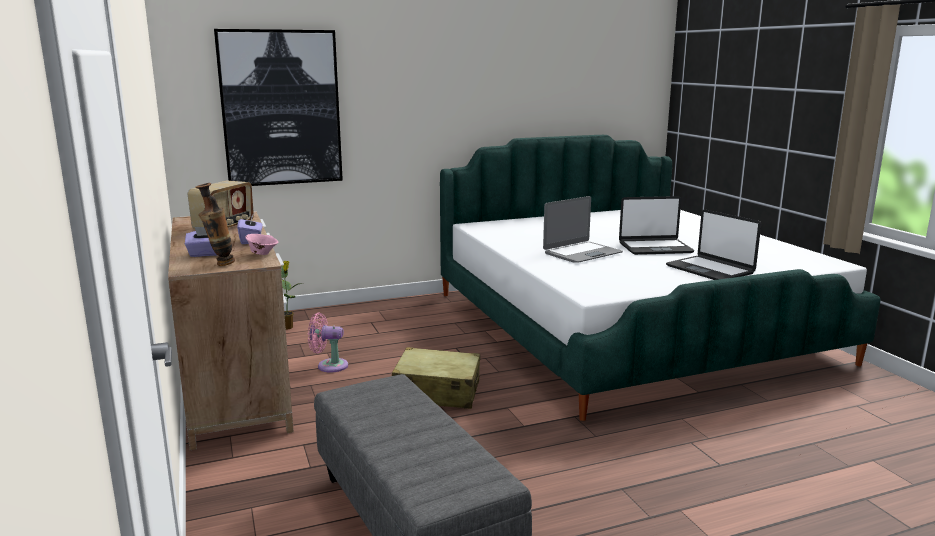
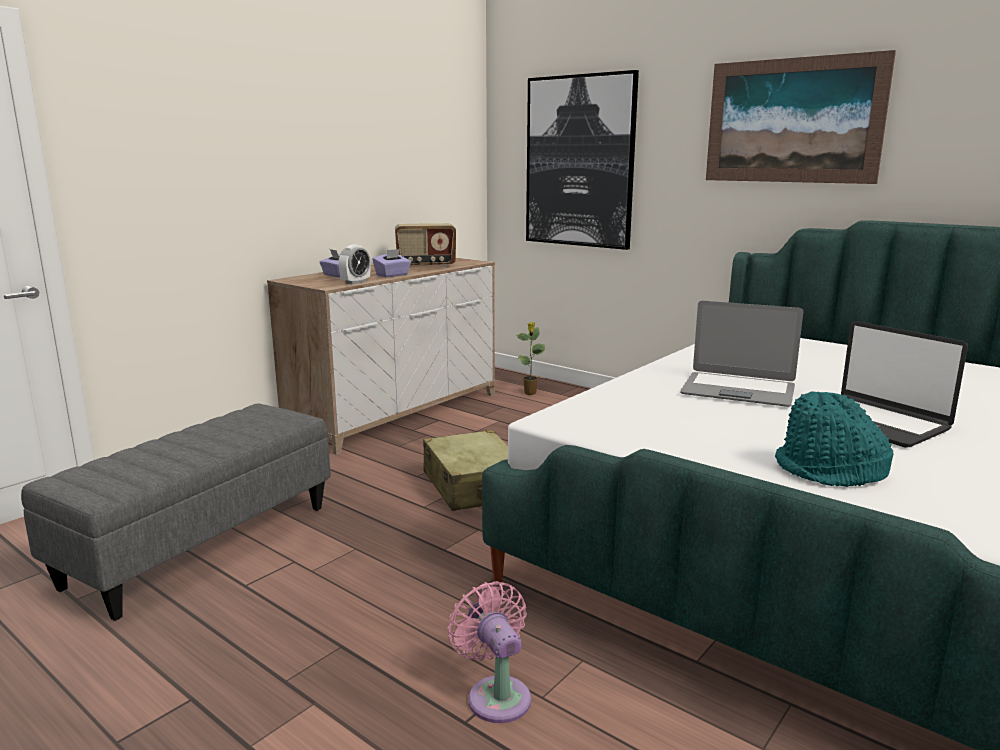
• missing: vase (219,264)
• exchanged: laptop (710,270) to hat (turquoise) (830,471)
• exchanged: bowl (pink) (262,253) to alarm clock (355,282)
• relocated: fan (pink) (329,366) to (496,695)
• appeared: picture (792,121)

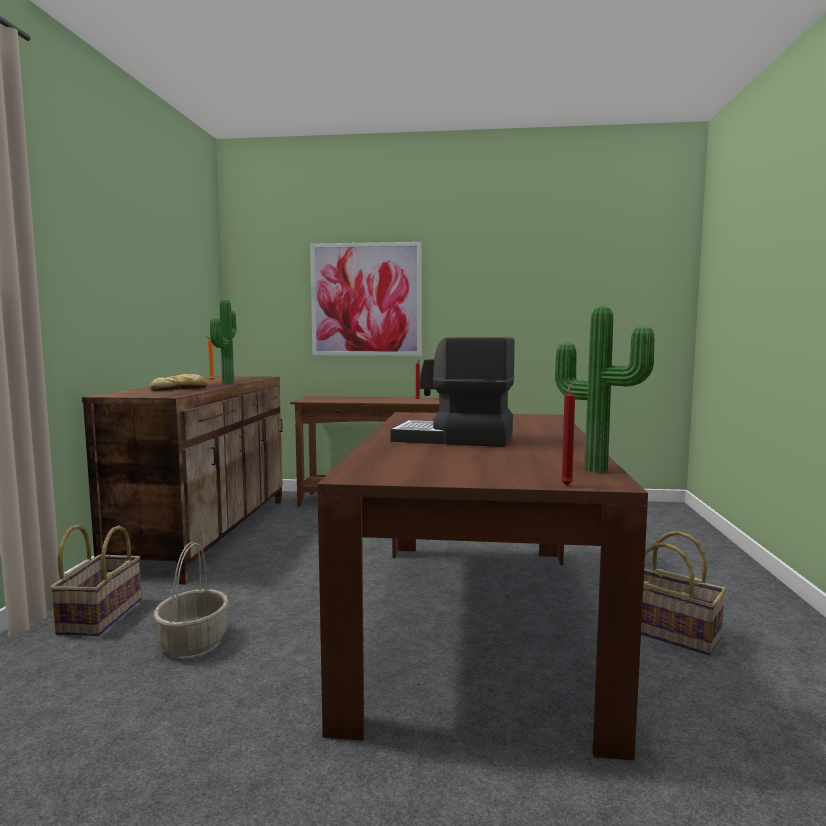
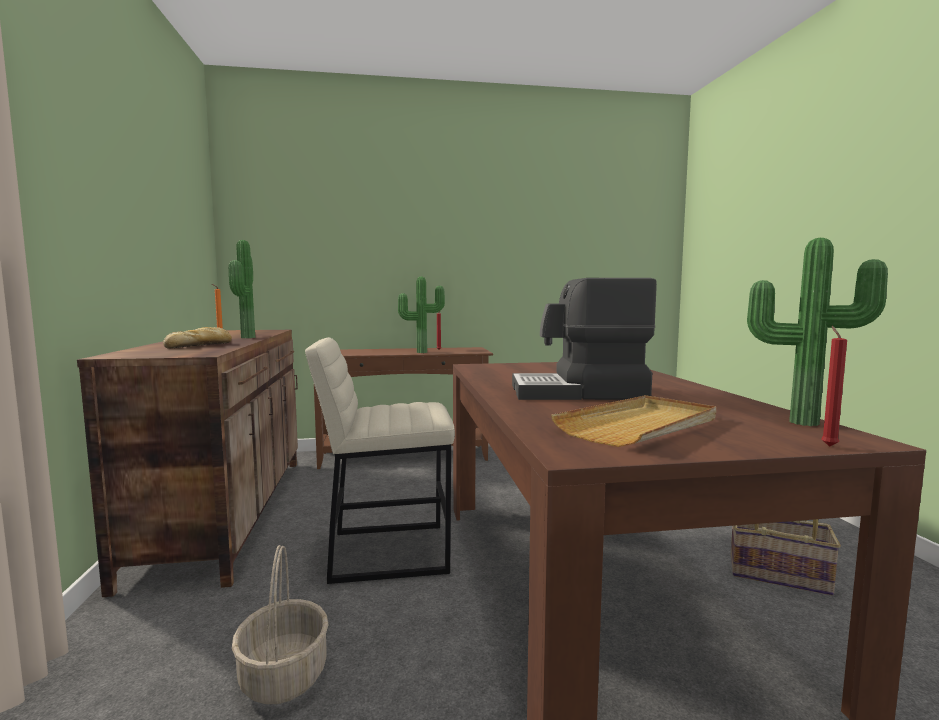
• missing: picture (366,299)
• missing: basket (100,616)
• appeared: potted plant (421,352)
• appeared: chair (beige) (385,552)
• appeared: tray (beige) (640,425)

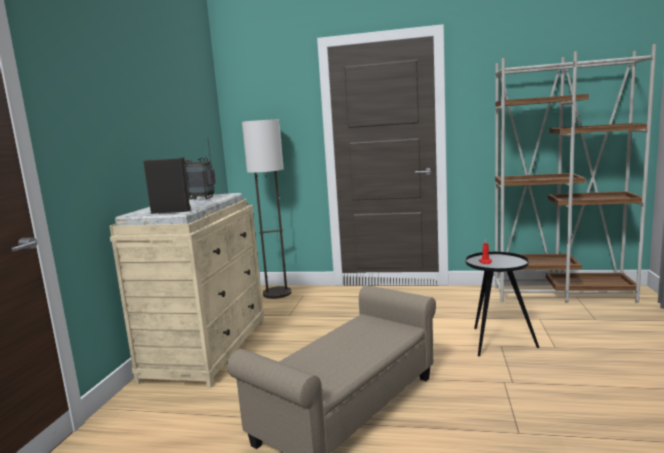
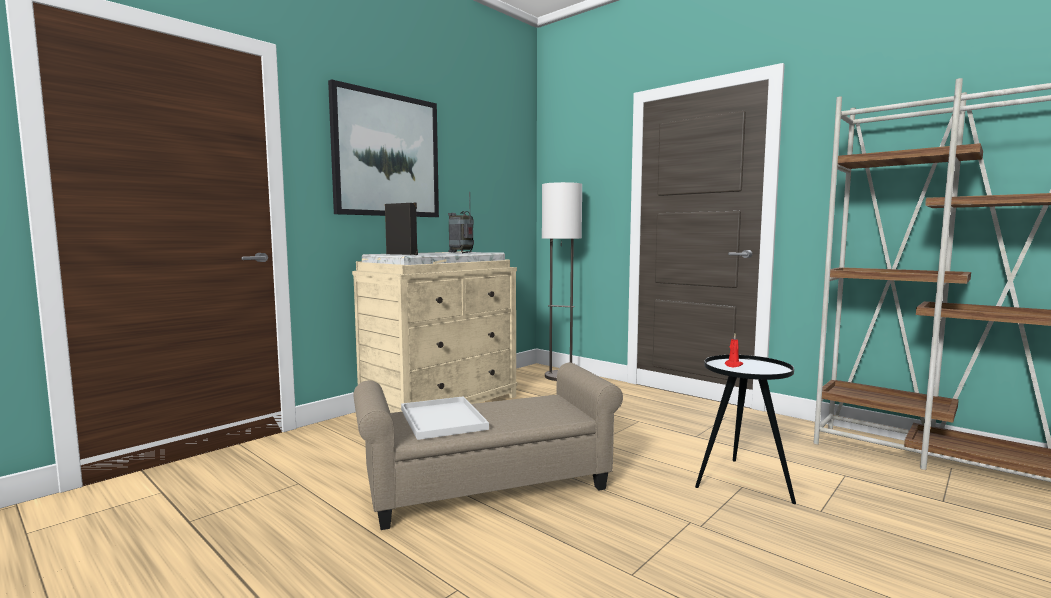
• appeared: picture (386,155)
• appeared: tray (white) (441,418)

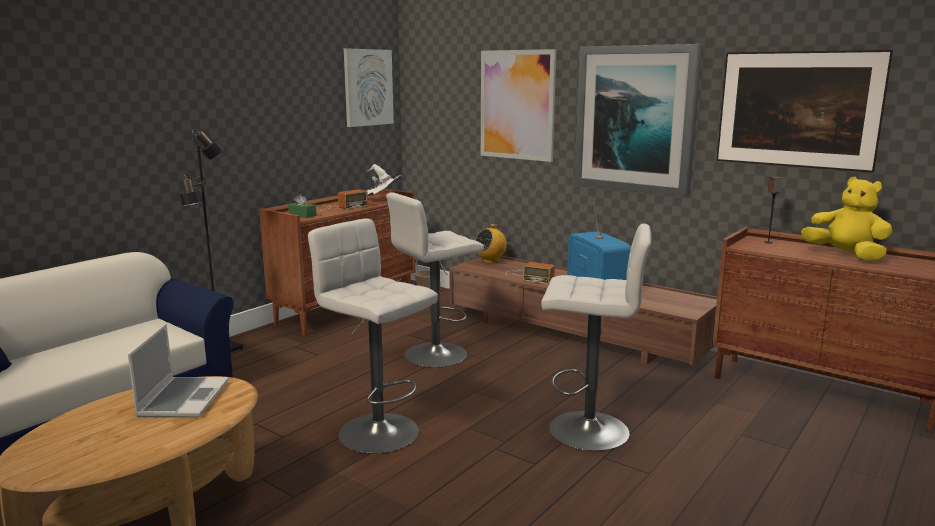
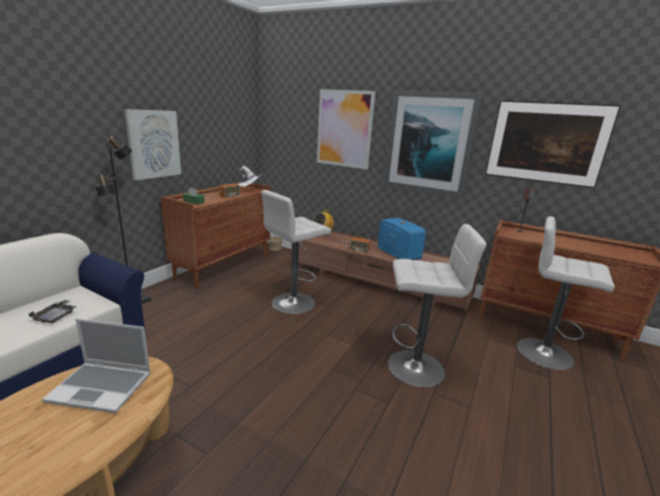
• relocated: picture (368,87) to (153,144)
• missing: plush toy (yellow) (845,255)
• relocated: stool (white) (378,432) to (543,353)
• spun: laptop (183,399) = (102,387) 105 degrees clockwise
• appeared: tray (grey) (56,316)

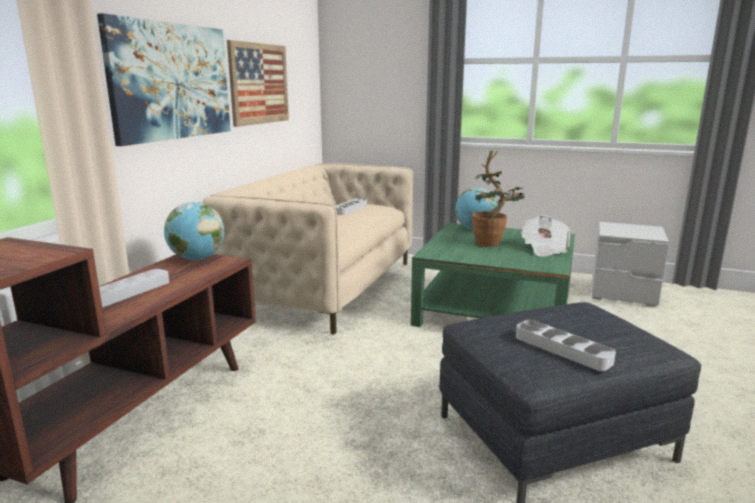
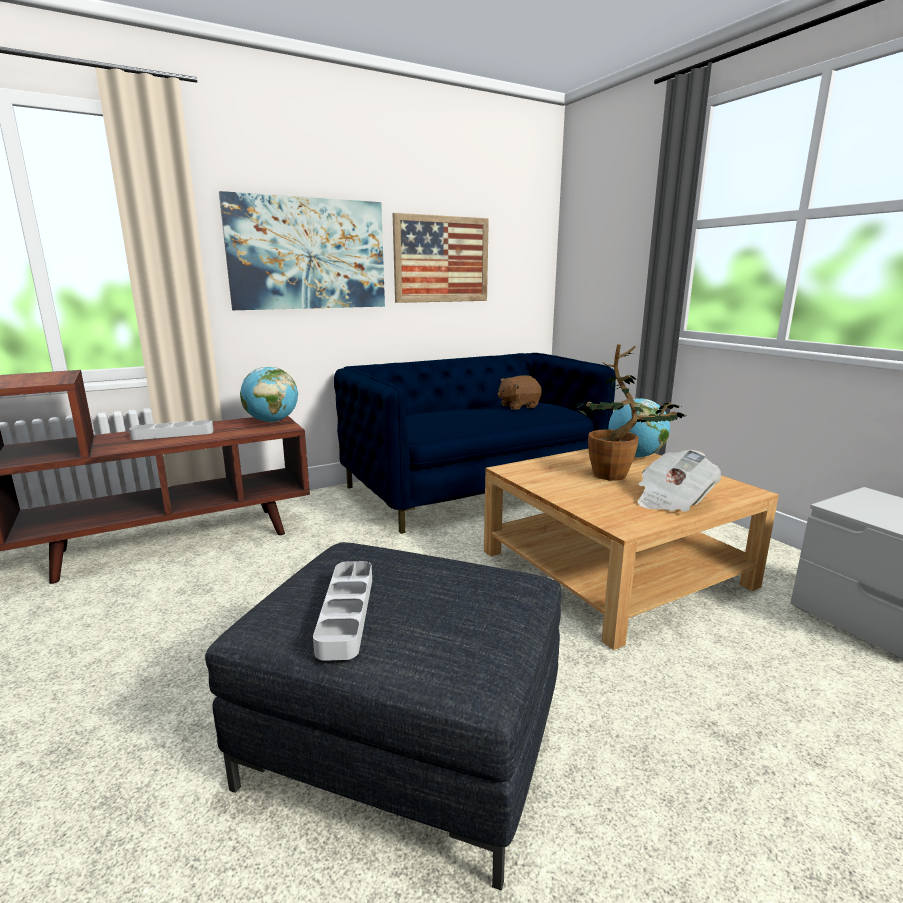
• colour: sofa (beige) (325,285) to sofa (blue) (474,486)
• exchanged: tray (grey) (350,209) to plush toy (brown) (518,406)
• colour: coffee table (green) (494,309) to coffee table (beige) (613,568)

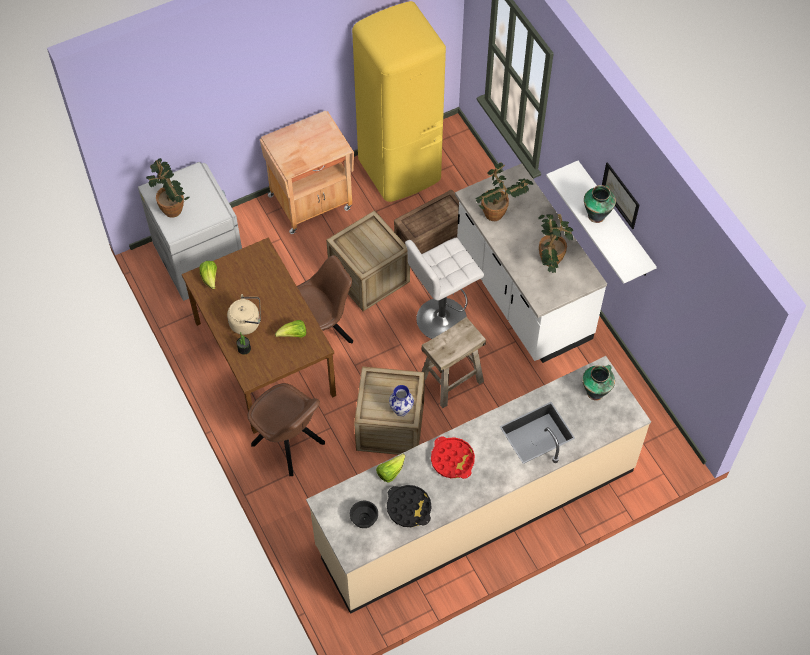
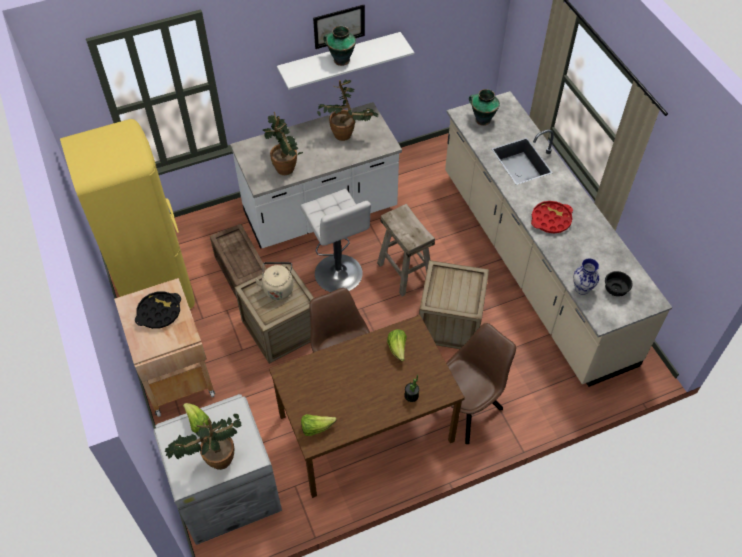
• relocated: kettle (beige) (247,323) to (278,288)
• relocated: vase (401,409) to (581,288)
• relocated: lettuce (390,472) to (198,423)
• relocated: tray (black) (409,508) to (159,312)

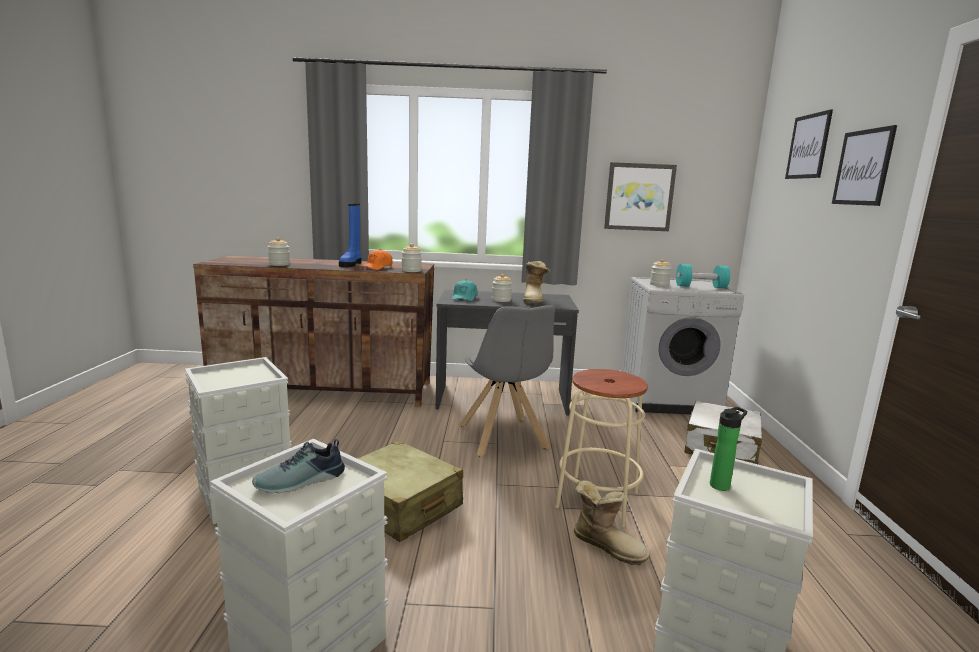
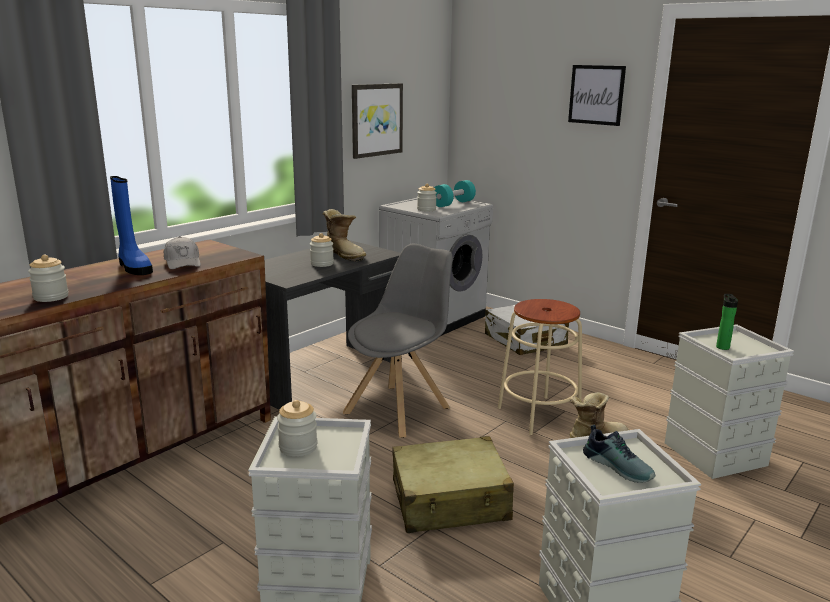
• missing: picture (808,146)
• relocated: jar (411,270) to (298,447)
• colour: cap (orange) (377,267) to cap (white) (183,262)
• missing: cap (turquoise) (464,298)
• spun: chair (grey) (504,438) = (400,408) 75 degrees counterclockwise
• spun: shoe (301,482) = (619,466) 45 degrees counterclockwise

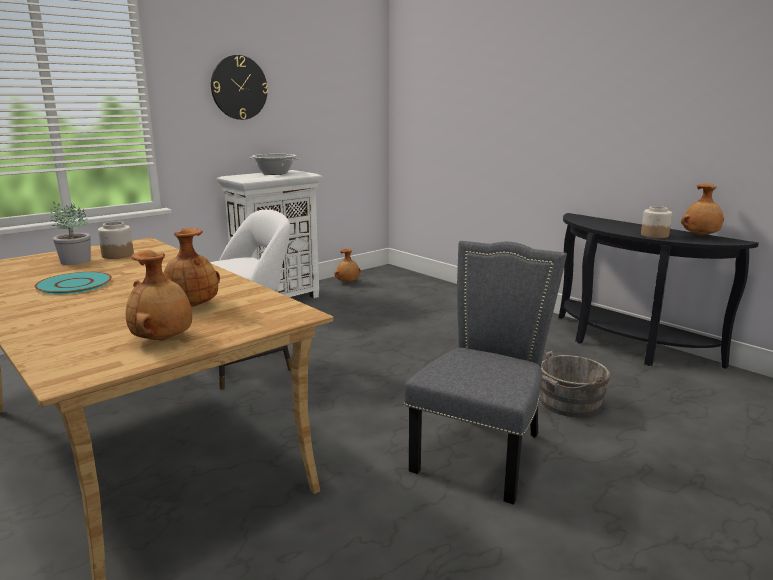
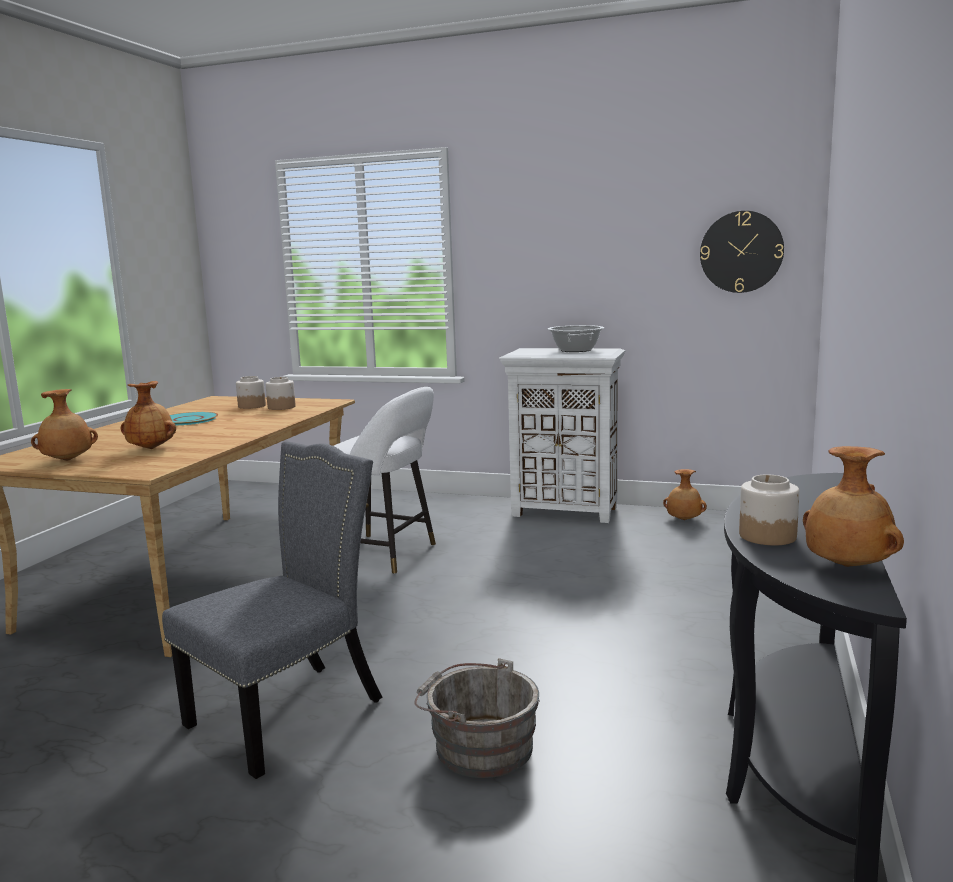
• relocated: wall clock (239,87) to (741,252)
• exchanged: potted plant (75,261) to jar (251,406)
• spun: chair (grey) (480,455) = (284,717) 45 degrees counterclockwise

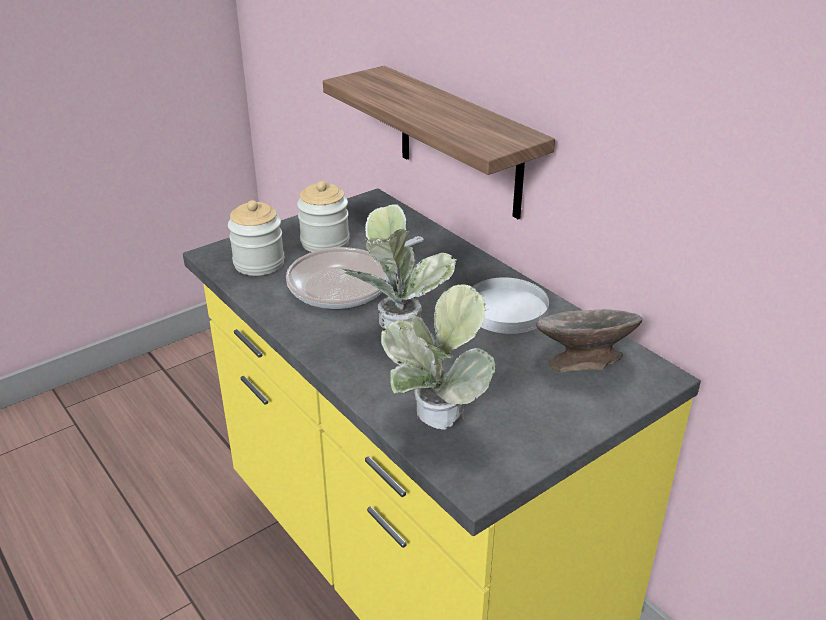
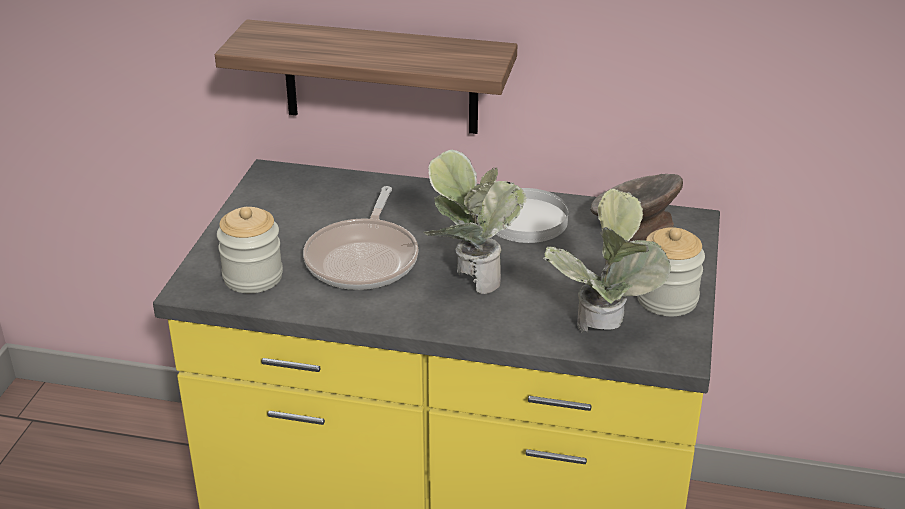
• relocated: jar (325,242) to (667,299)

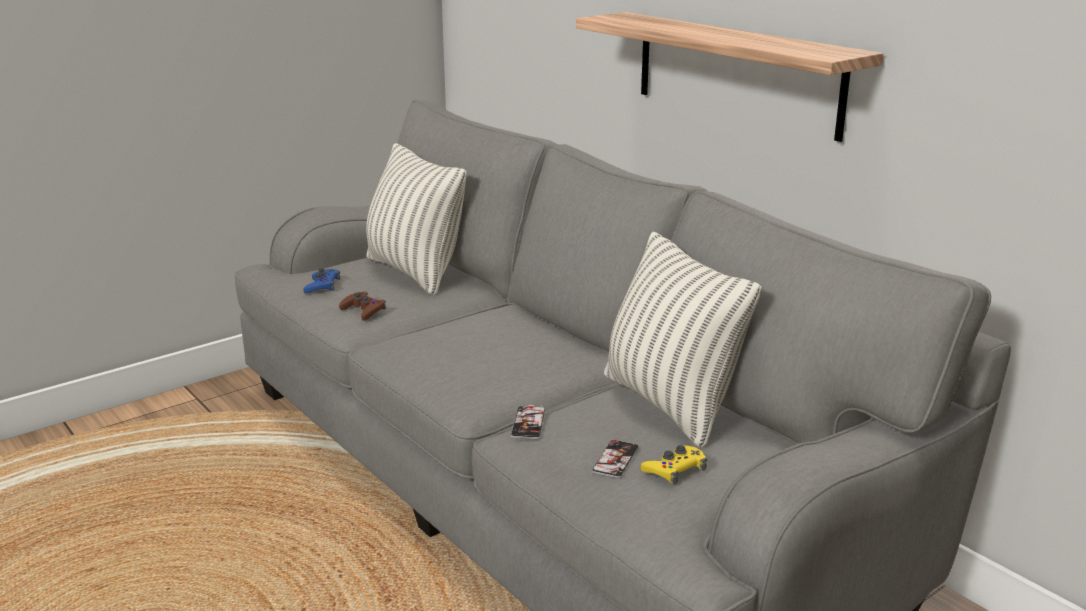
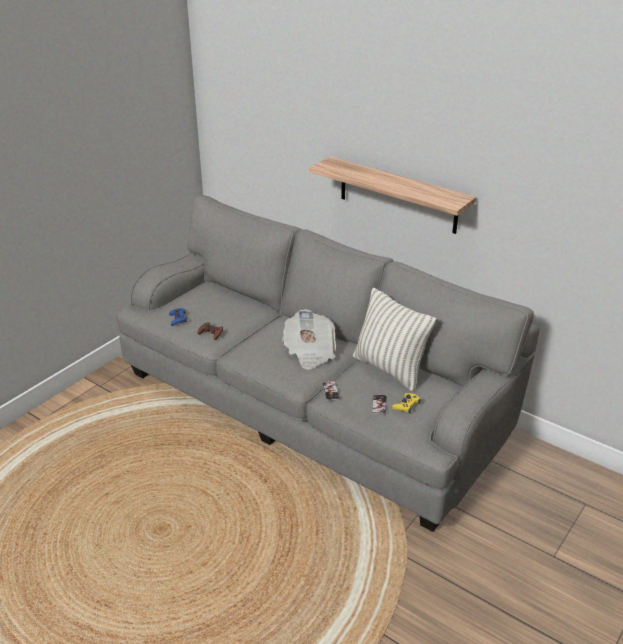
• missing: pillow (414,272)
• appeared: newspaper (309,352)

